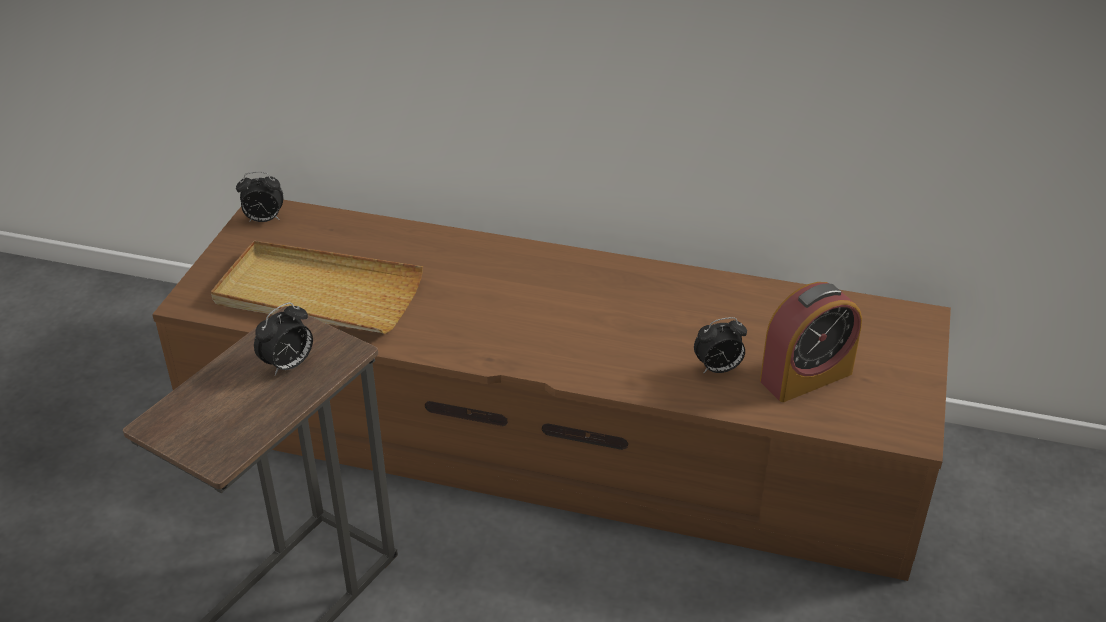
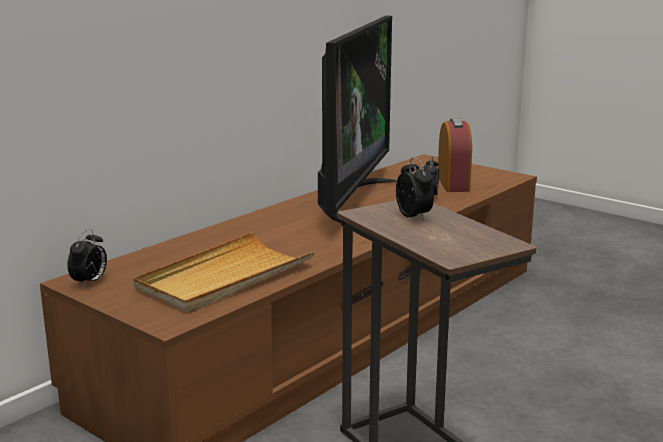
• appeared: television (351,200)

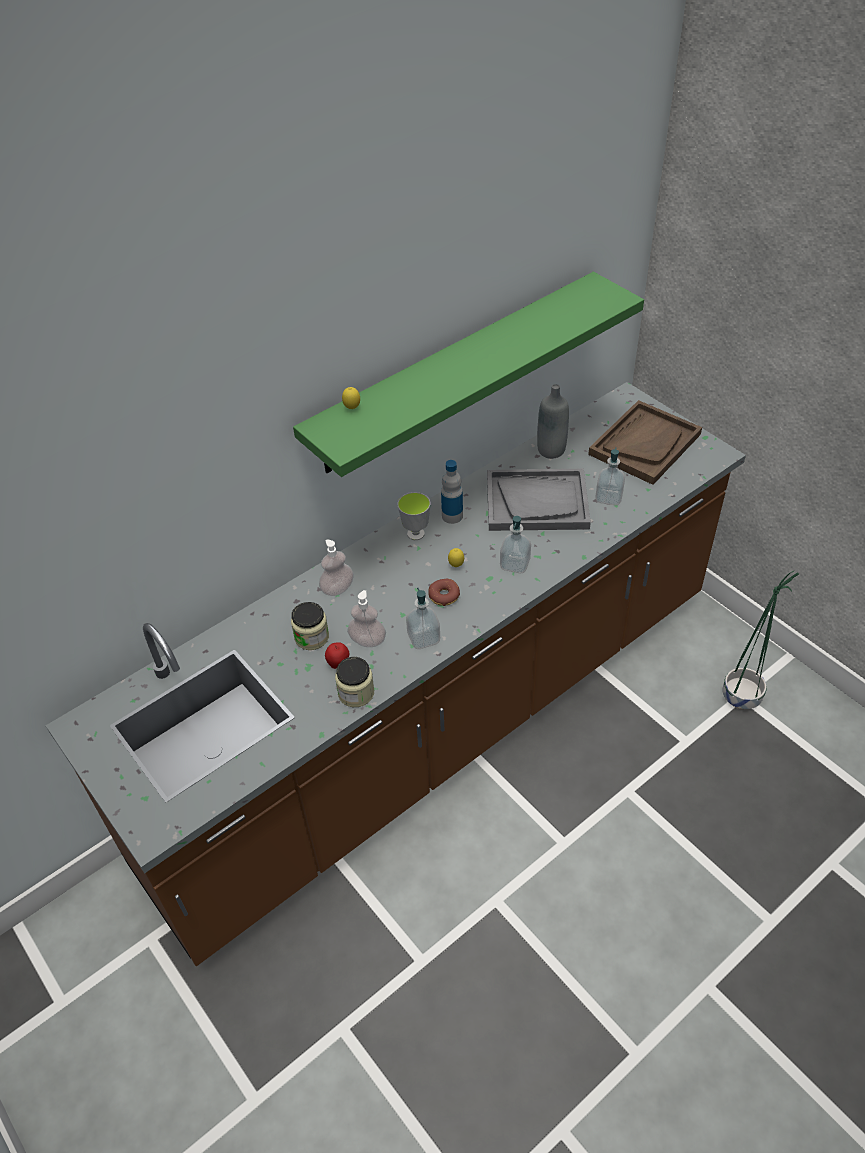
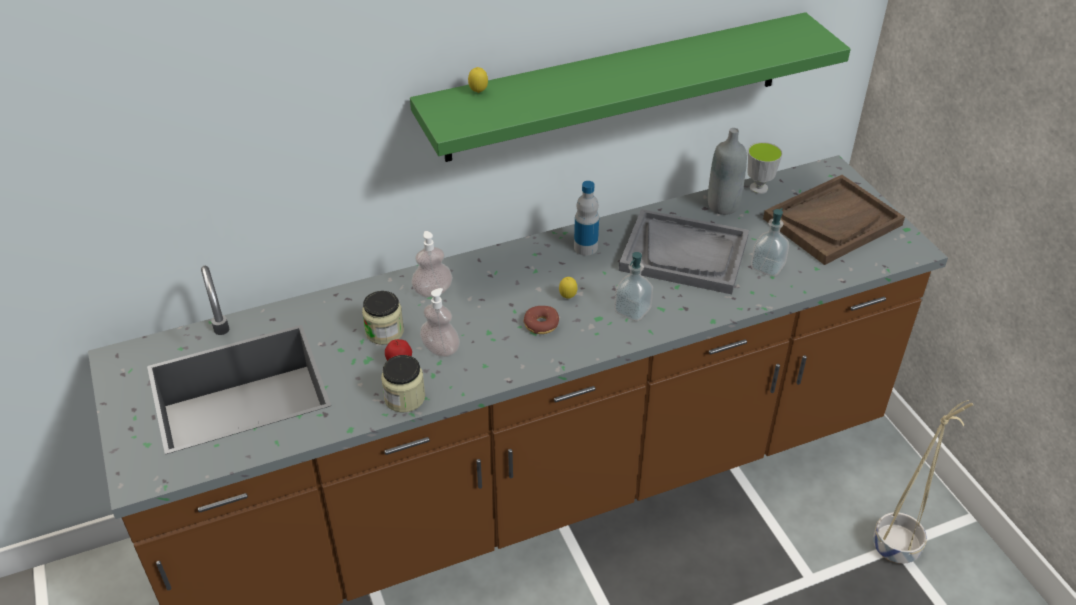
• relocated: cup (415,534) to (758,188)
• colour: planter (green) (742,696) to planter (beige) (897,547)
• missing: soap dispenser (423,638)

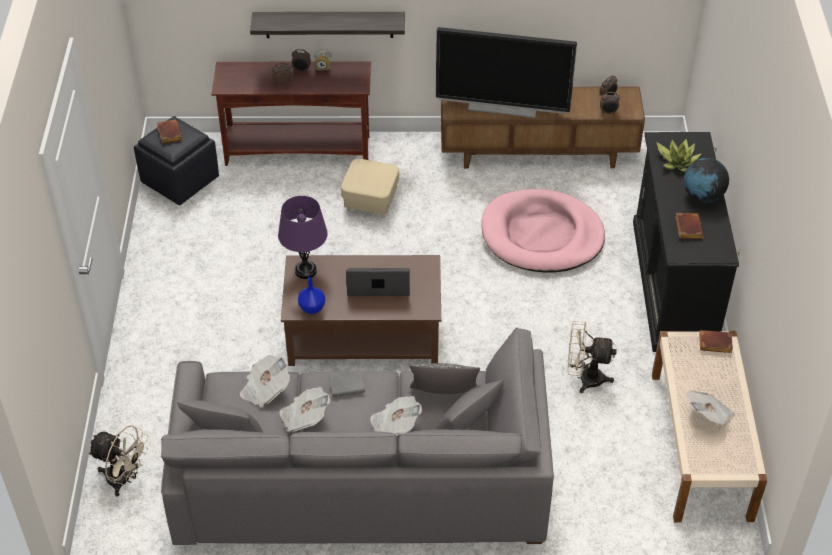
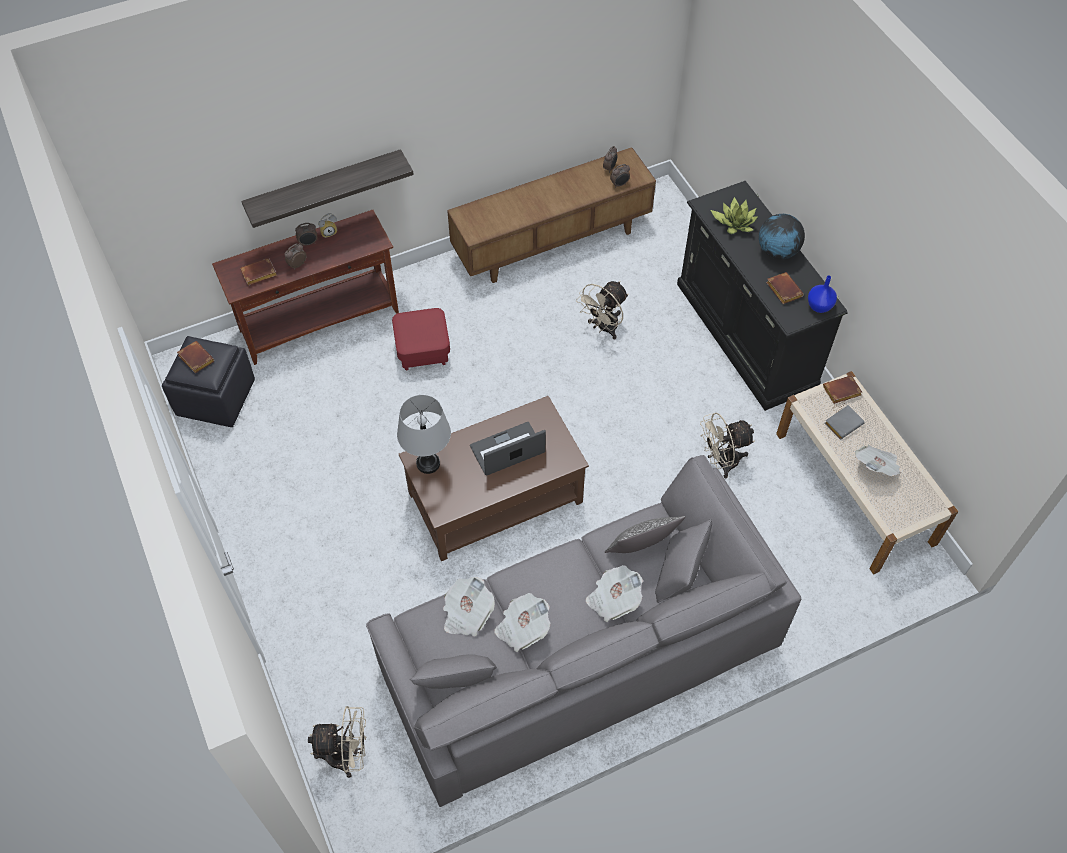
• missing: television (502,107)
• colour: ottoman (beige) (371,201) to ottoman (red) (423,351)
• exchanged: dog bed (pink) (542,235) to fan (beige) (603,328)
• colour: table lamp (purple) (305,271) to table lamp (grey) (428,463)
• relocated: vase (blue) (312,308) to (820,306)
• relocated: book (grey) (347,385) to (843,423)
• appeared: book (brown) (258,275)

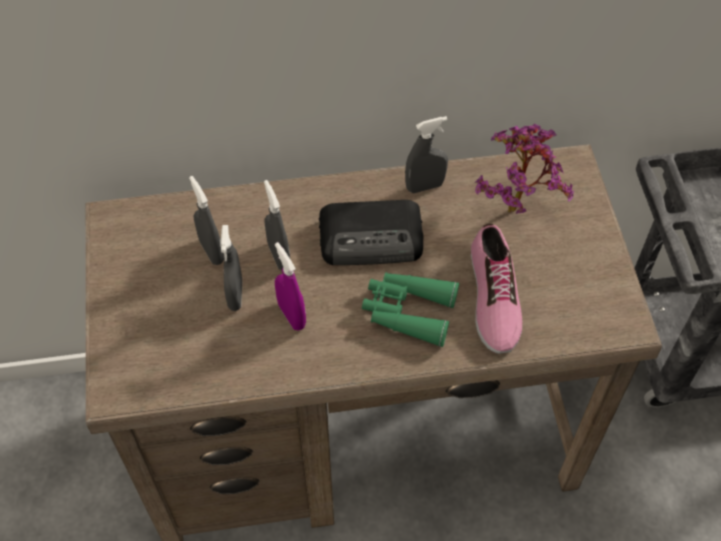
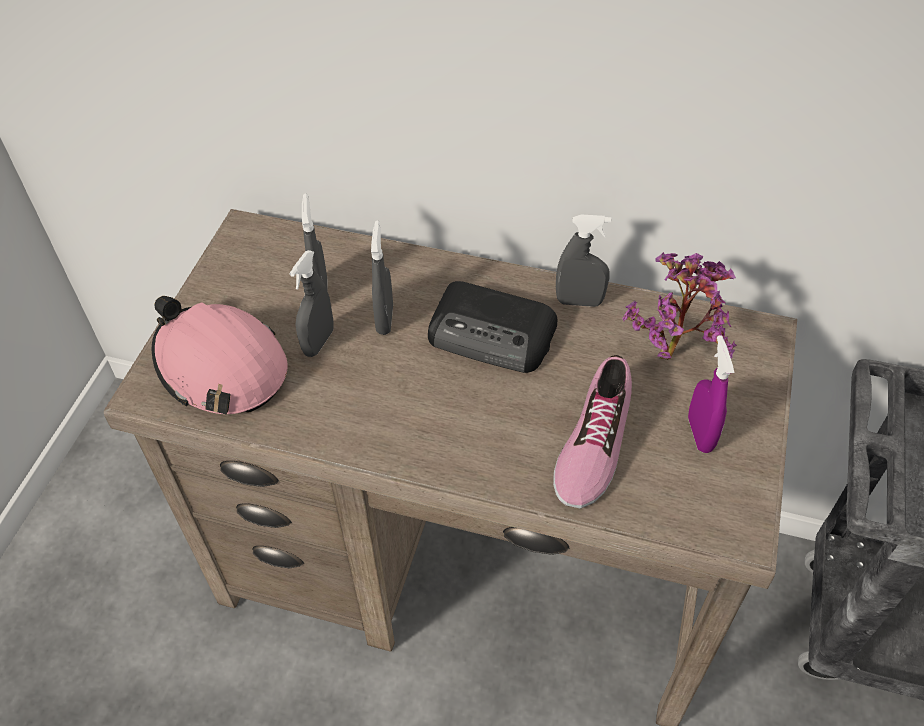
• relocated: spray bottle (purple) (291,315) to (700,434)
• missing: binoculars (green) (408,311)
• appeared: hard hat (pink) (221,367)

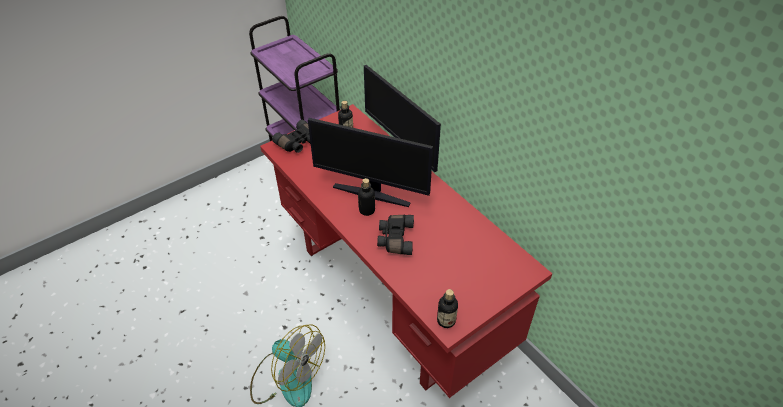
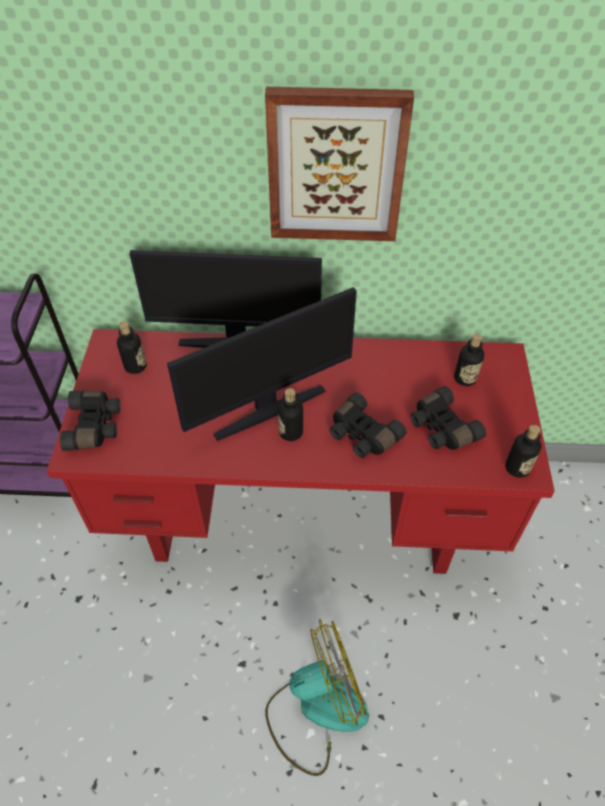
• appeared: picture (336,166)
• appeared: bottle (465,378)
• appeared: binoculars (black) (441,428)

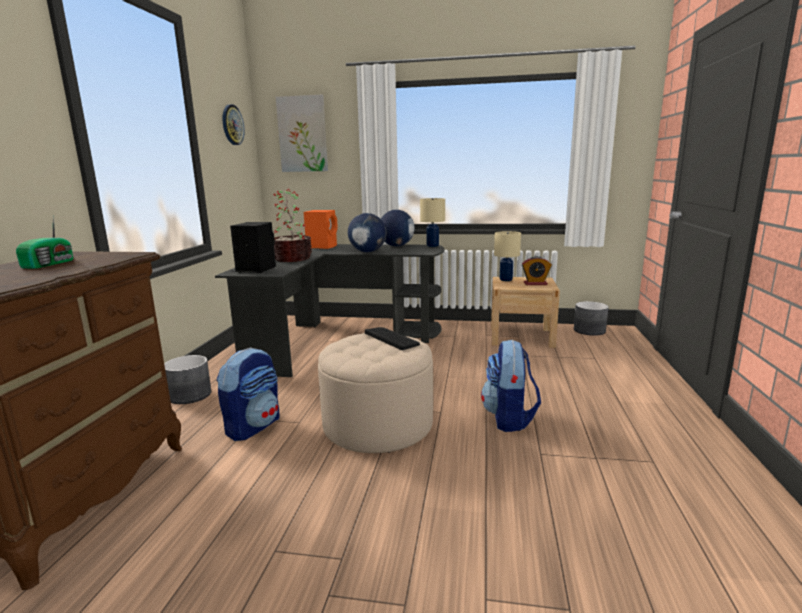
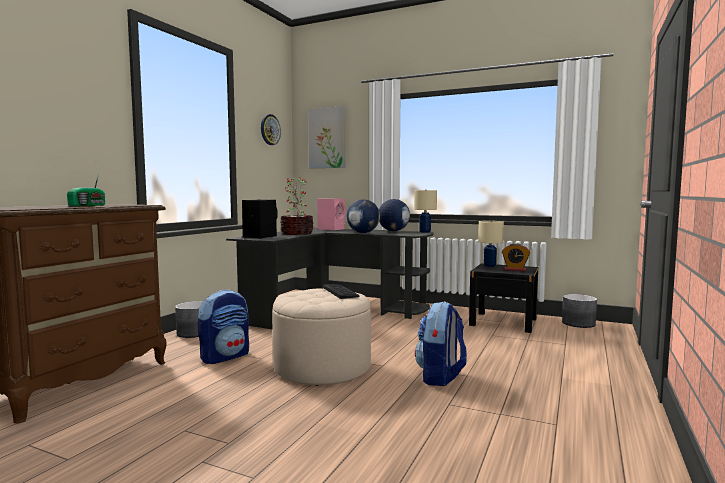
• colour: speaker (orange) (322,246) to speaker (pink) (332,229)
• colour: nightstand (beige) (521,337) to nightstand (black) (503,322)

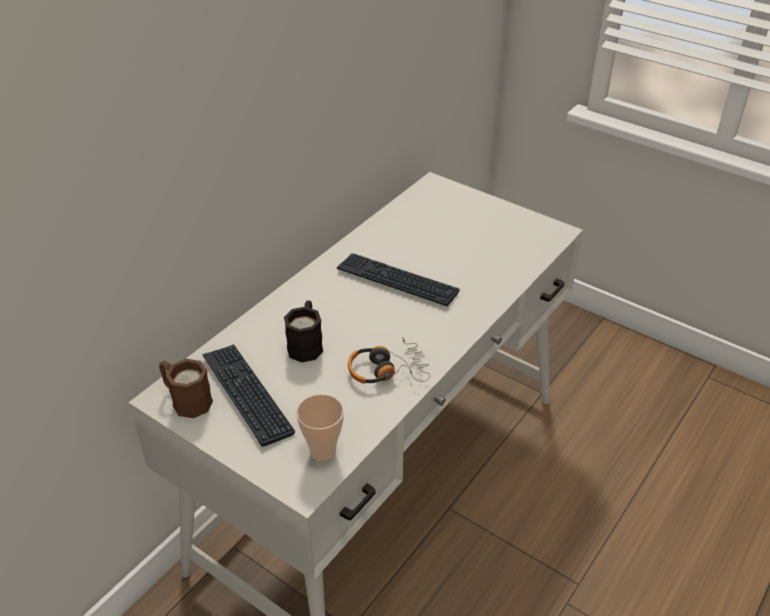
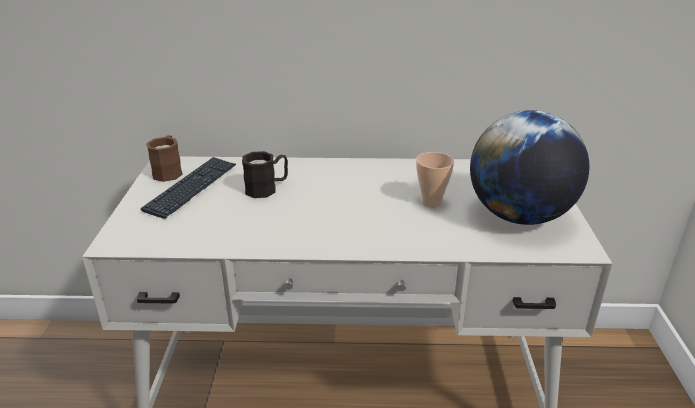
• missing: keyboard (397,281)
• missing: headphones (387,370)
• relocated: cup (323,451) to (431,202)
• appeared: globe (519,216)

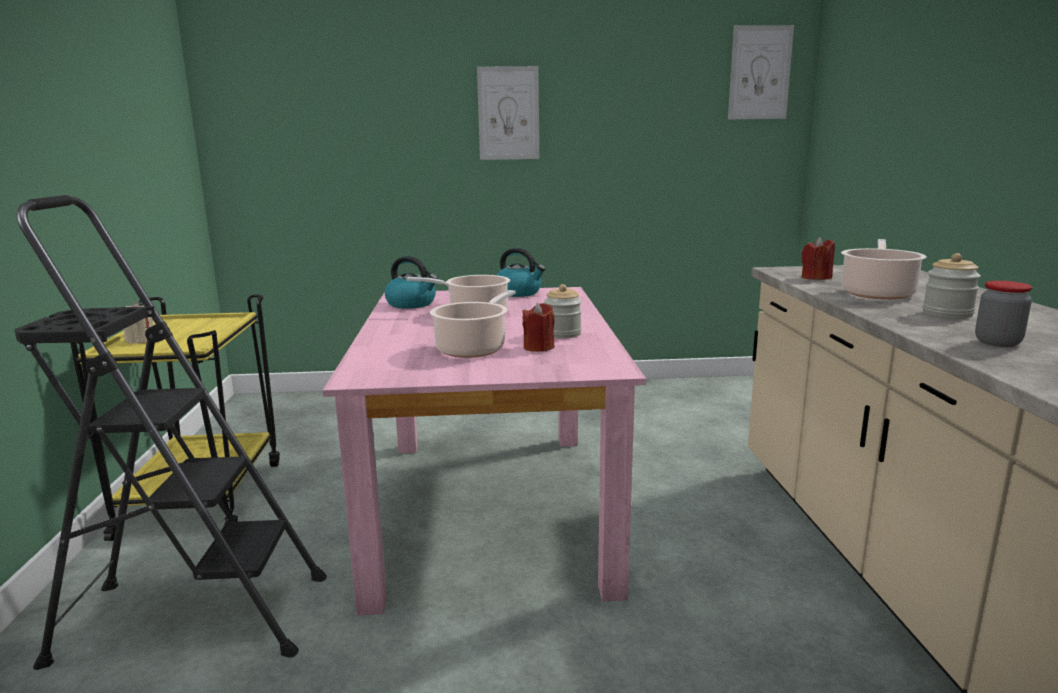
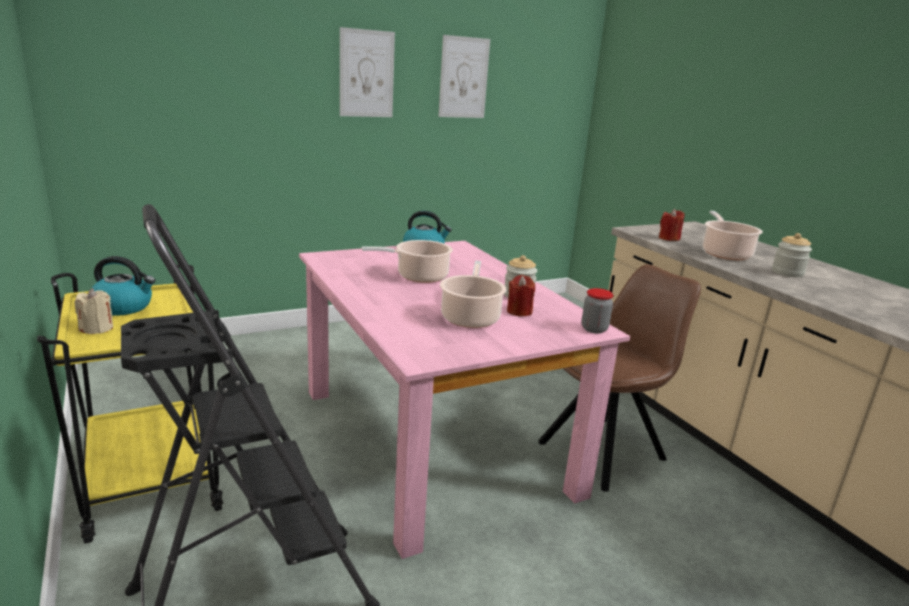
• relocated: picture (760,73) to (463,78)
• relocated: kettle (412,304) to (124,307)
• relocated: jar (997,342) to (594,329)
• appeared: chair (brown) (603,451)

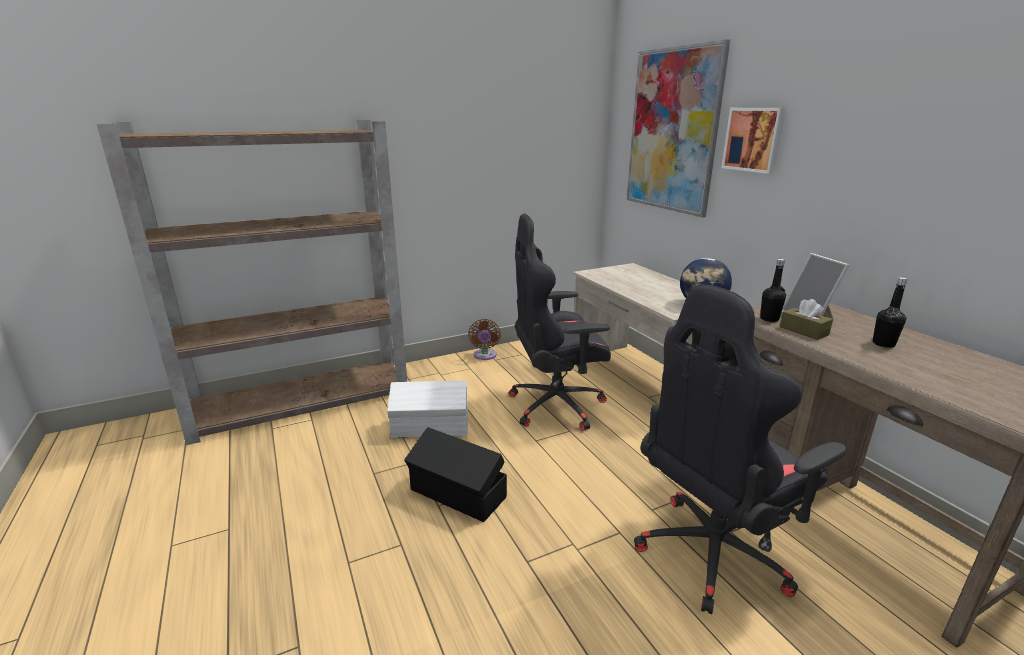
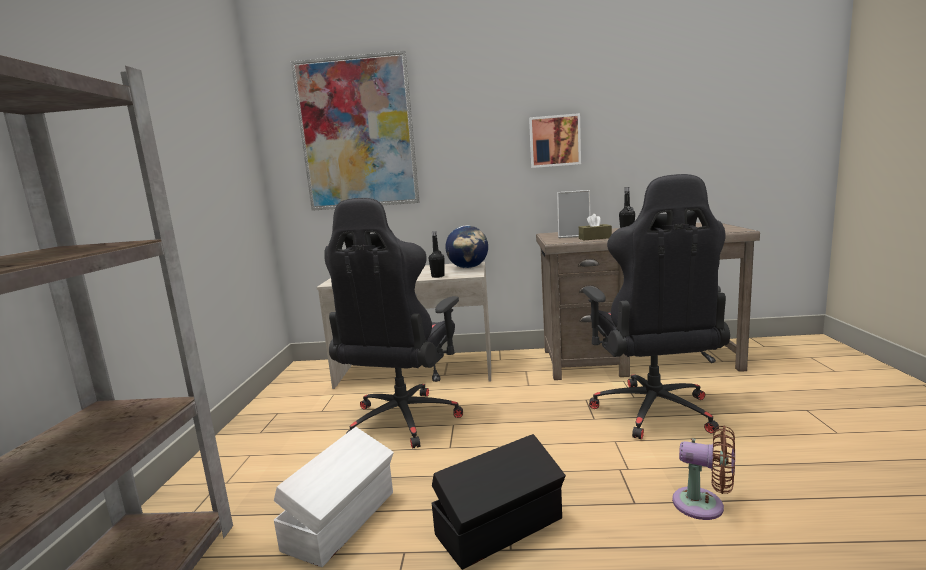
• relocated: picture (754,139) to (554,141)
• relocated: bottle (black) (769,319) to (438,276)
• relocated: fan (brown) (485,356) to (704,505)

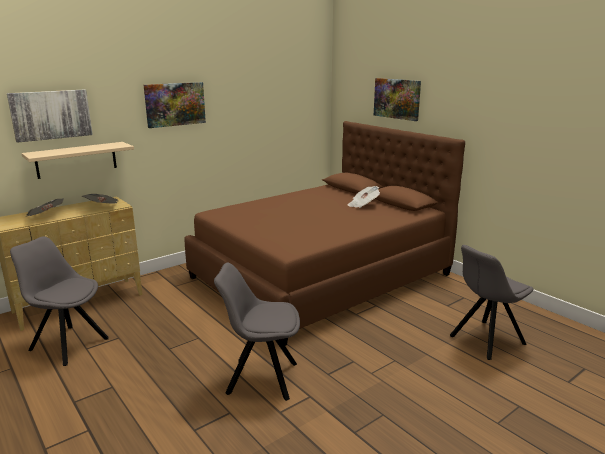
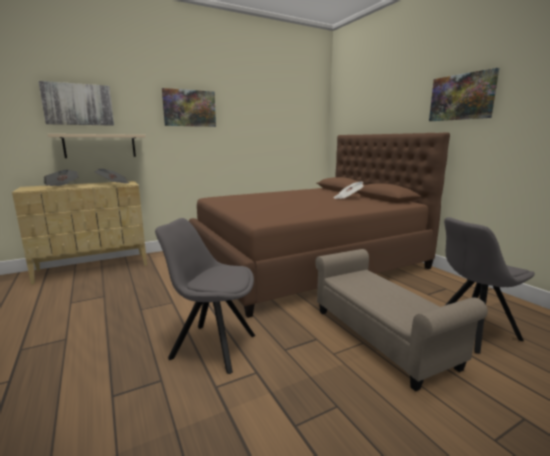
• relocated: picture (397,98) to (461,97)
• missing: chair (grey) (68,344)
• appeared: ottoman (beige) (381,337)

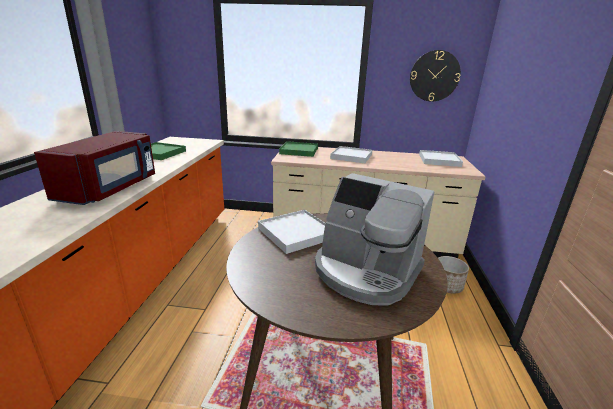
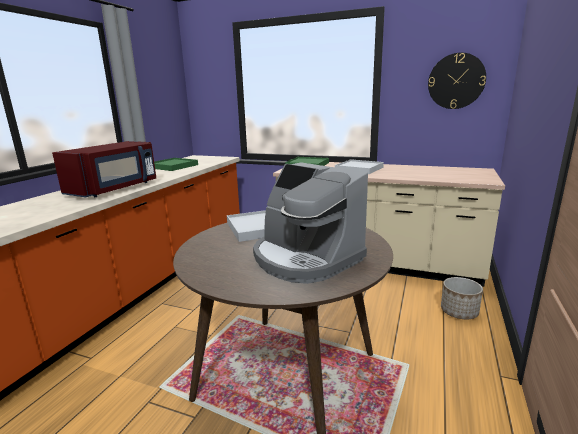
• missing: tray (white) (439,160)

